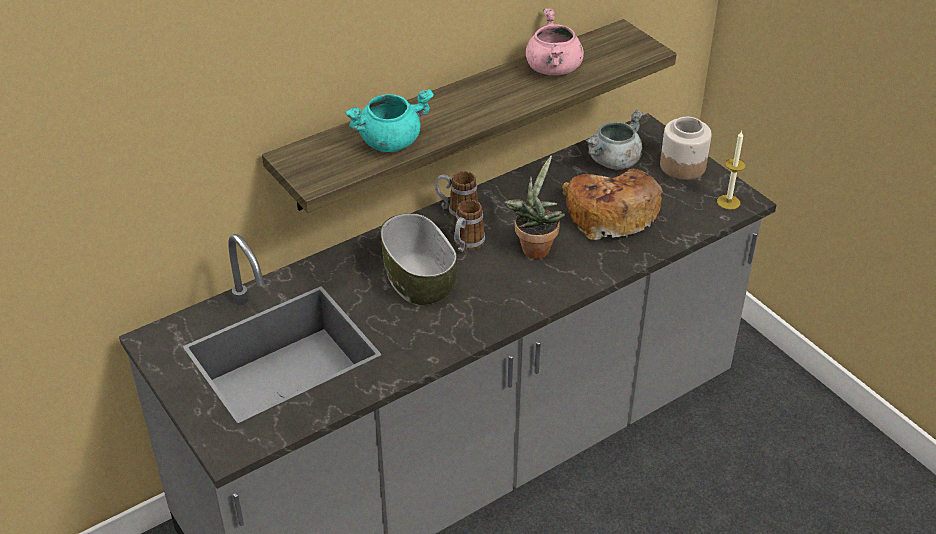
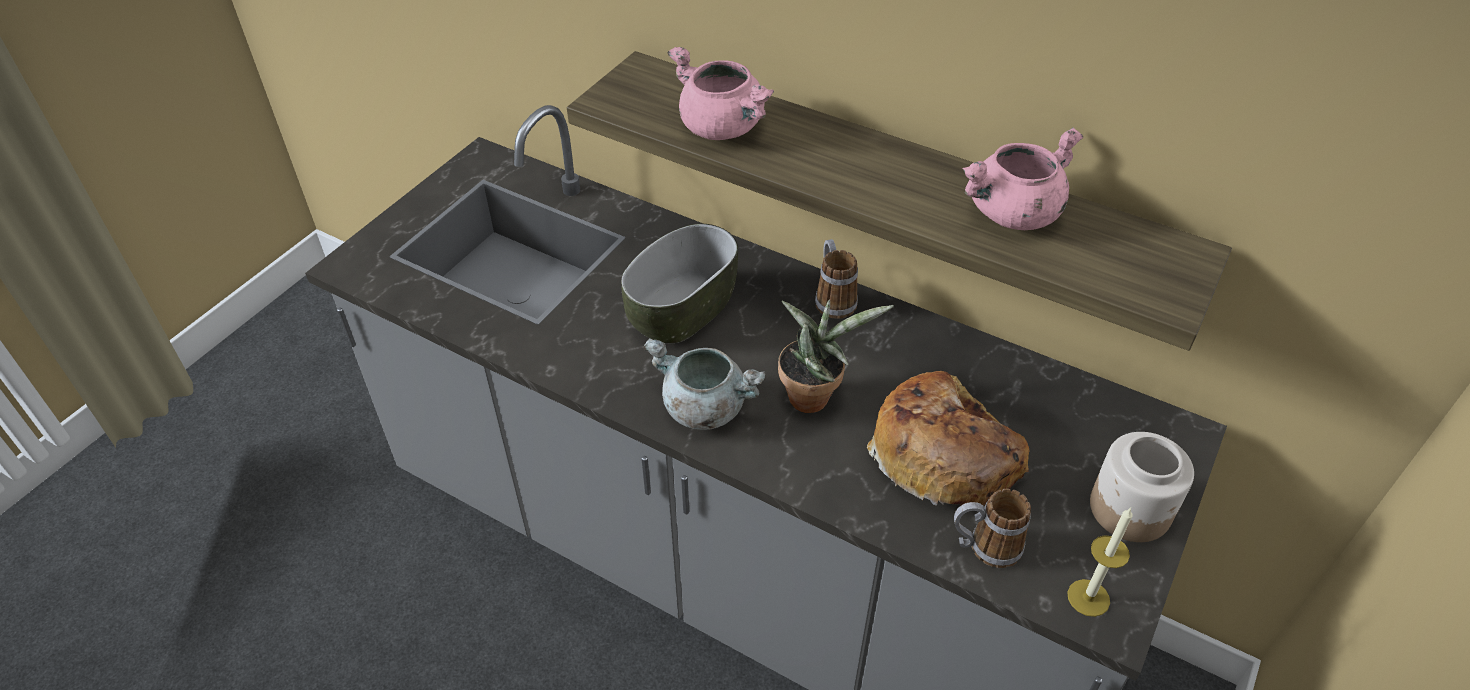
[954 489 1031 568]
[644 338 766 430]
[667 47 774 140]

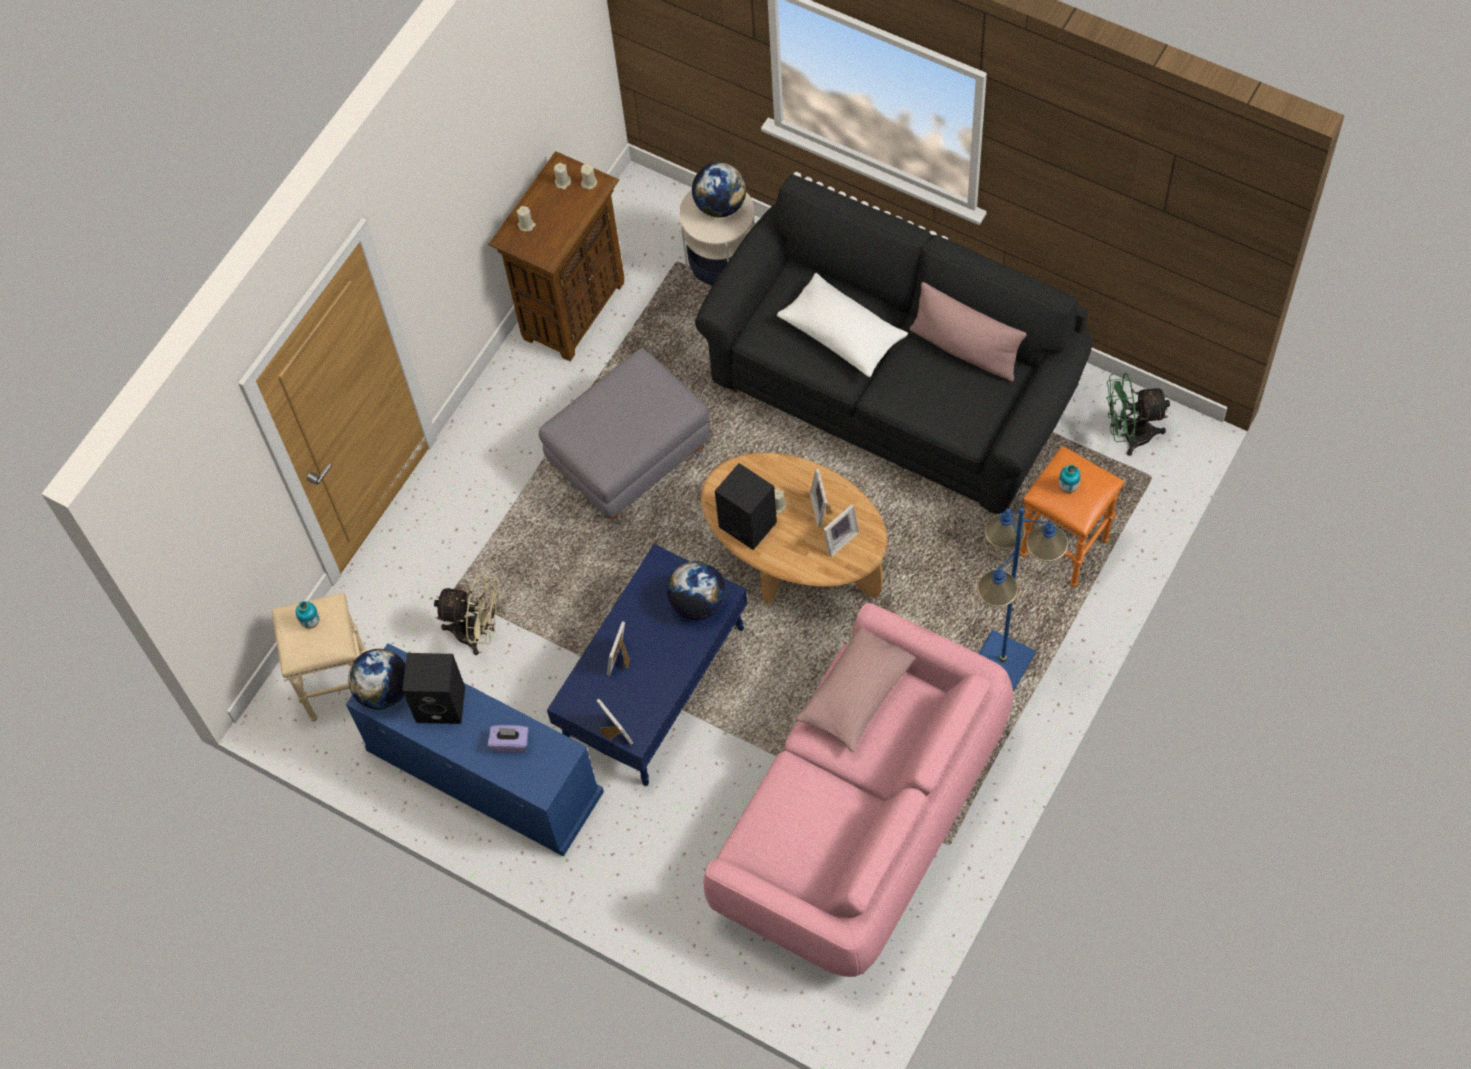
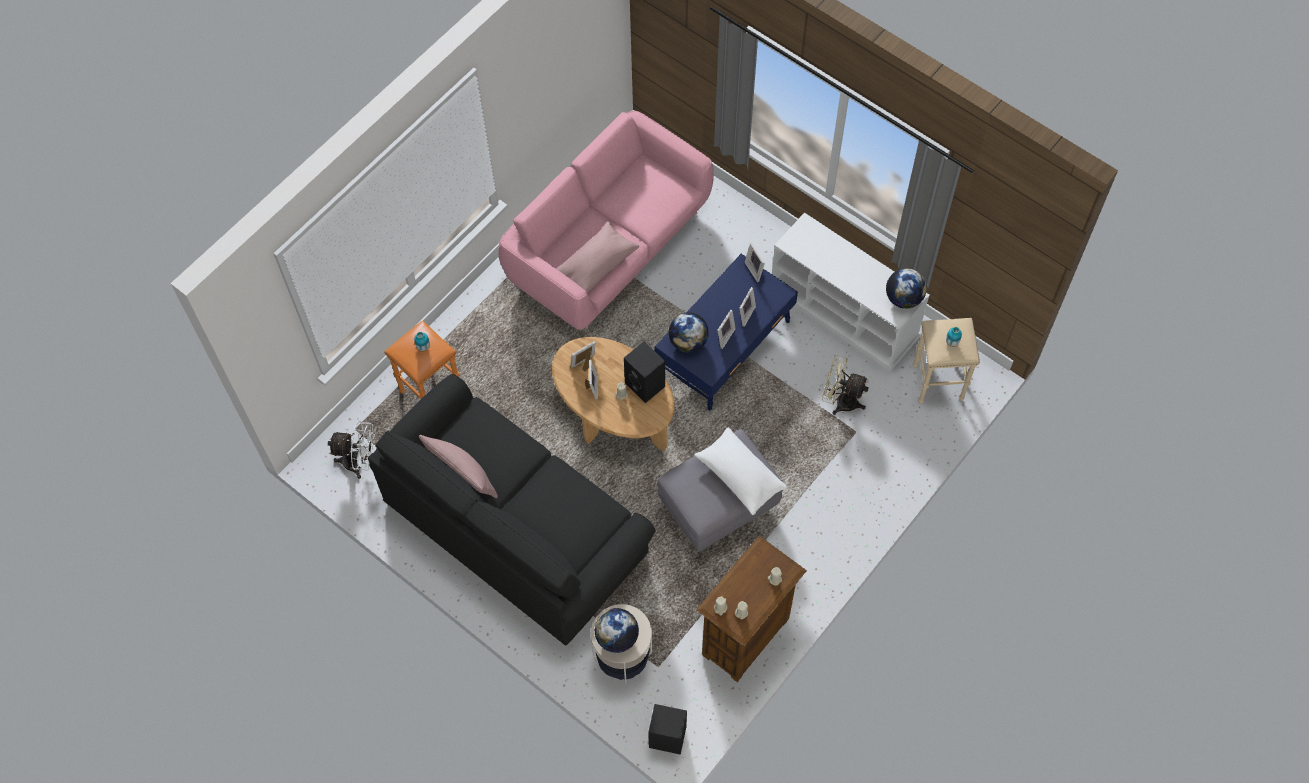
[488 725 529 753] (first image)
[977 507 1068 691] (first image)
[717 310 736 349]
[648 704 687 755]
[694 427 788 515]
[772 213 930 372]
[328 421 375 479]

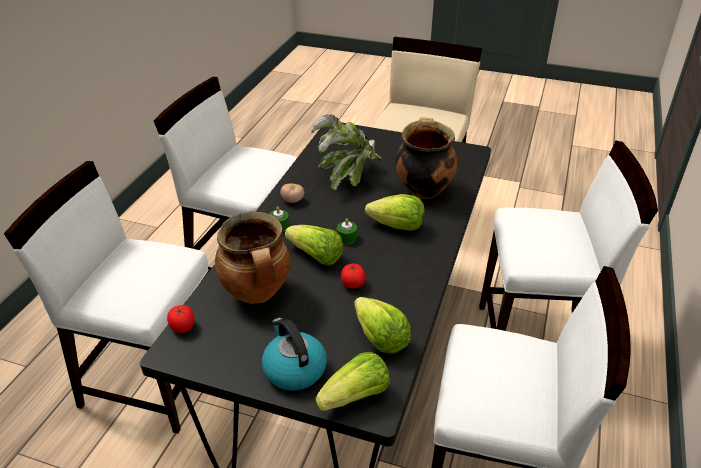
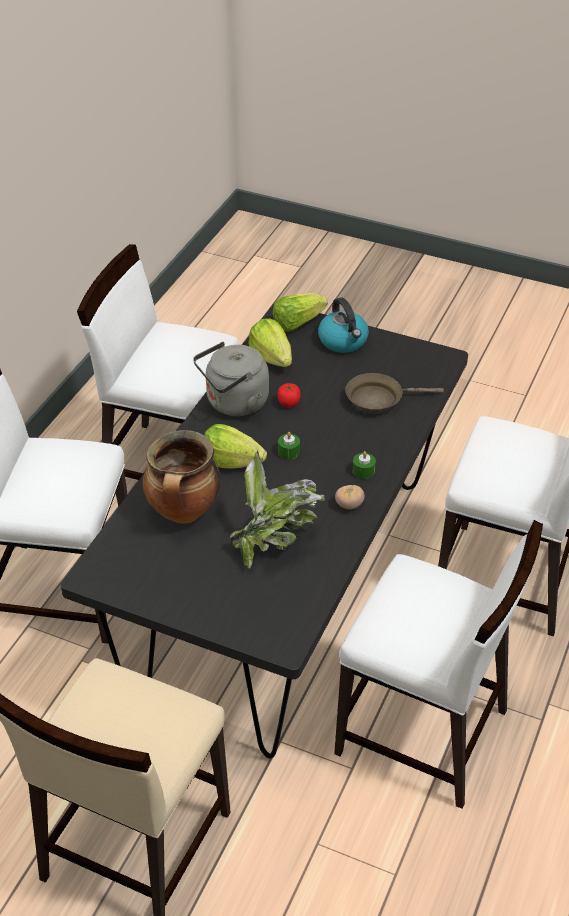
[167 305 194 333] (first image)
[285 225 343 265] (first image)
[193 342 269 416]
[345 373 444 414]

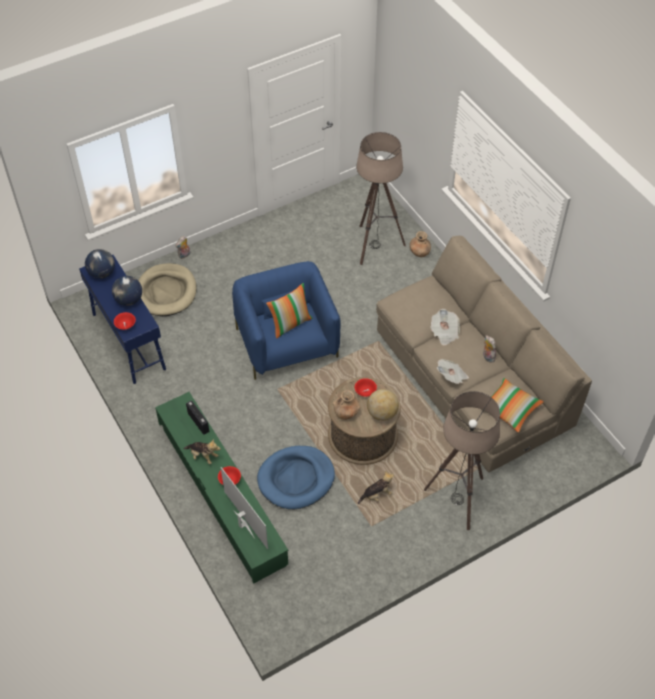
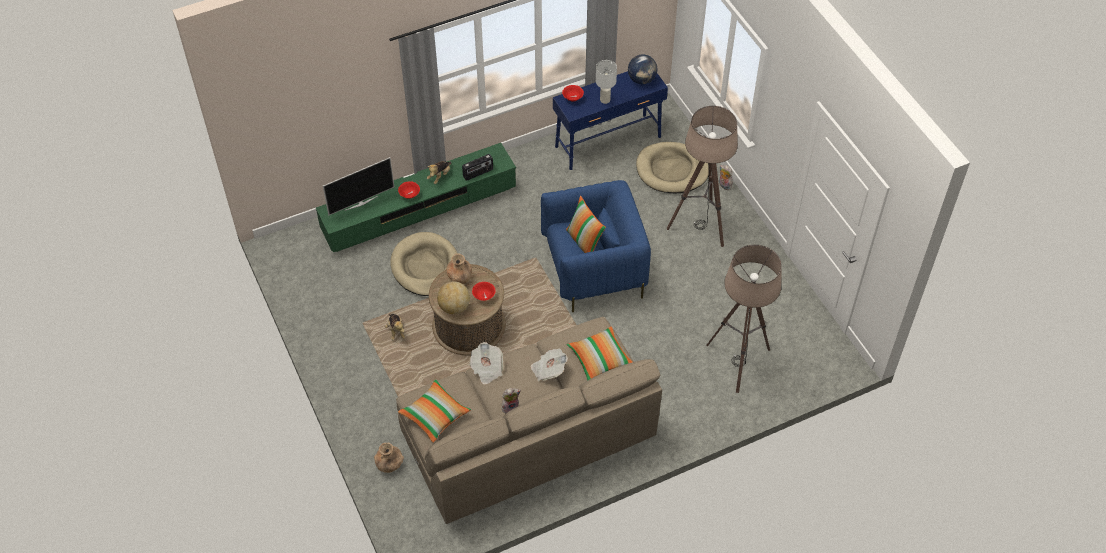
[567 327 633 381]
[374 443 404 473]
[667 106 738 247]
[596 60 617 104]
[390 232 457 296]

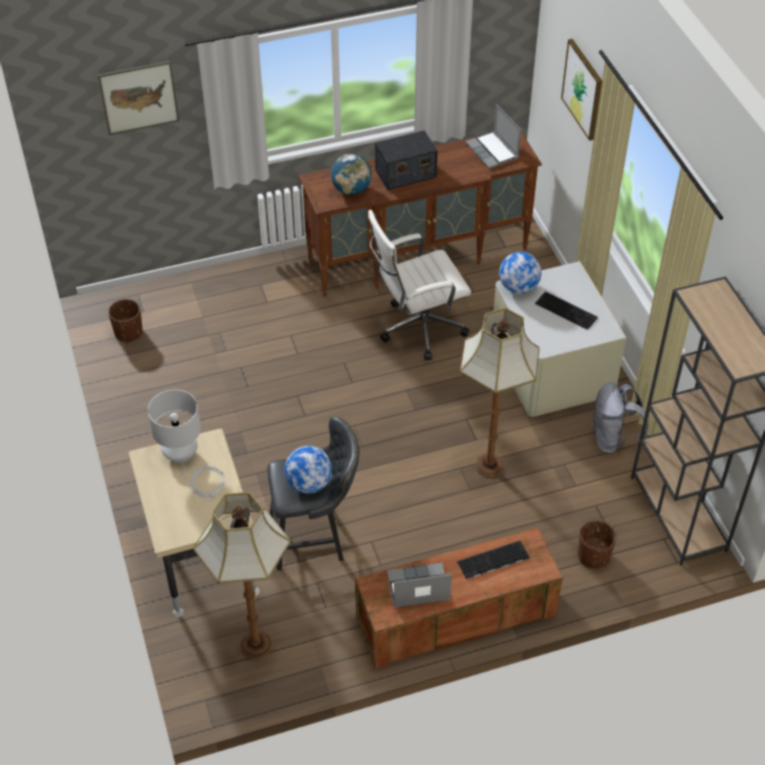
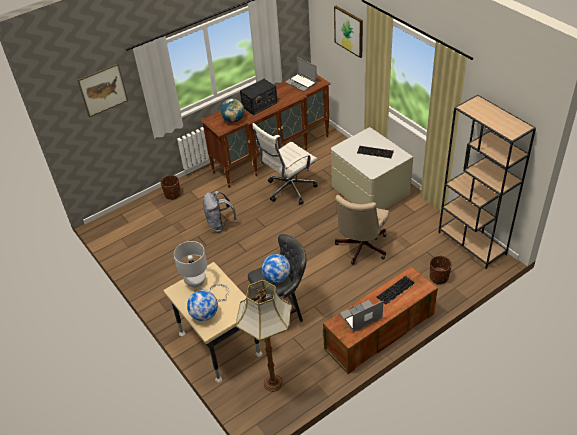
[161 175 181 200]
[187 290 218 321]
[203 191 237 232]
[335 195 389 264]

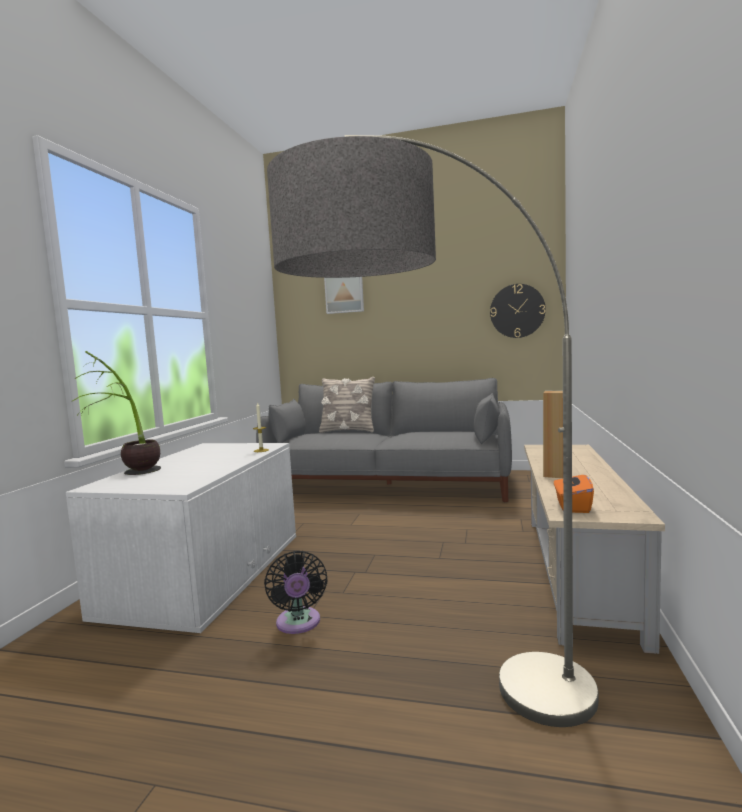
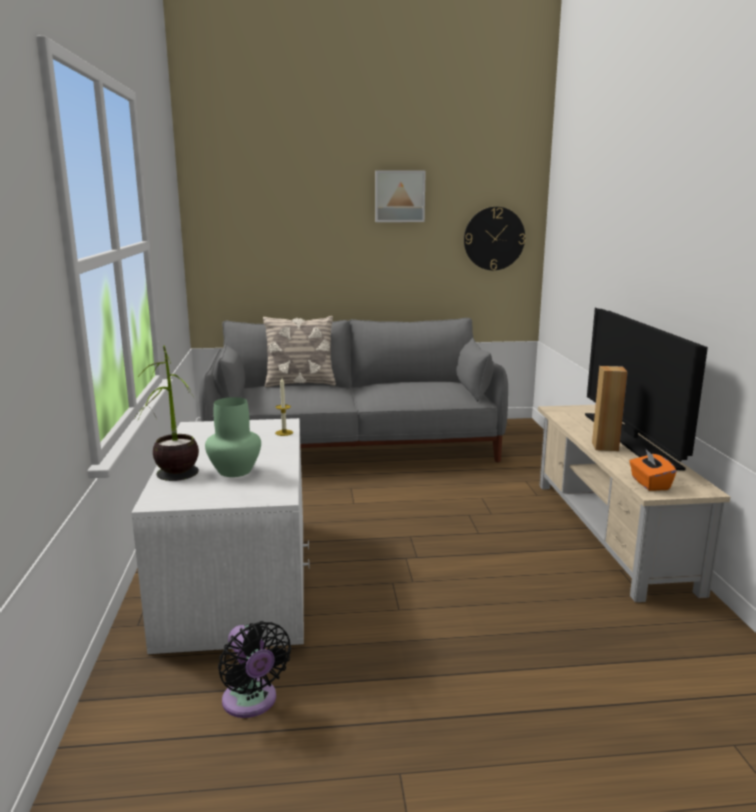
[267 135 598 727] (first image)
[205 397 261 477]
[585 308 708 470]
[218 621 291 718]
[375 170 426 222]

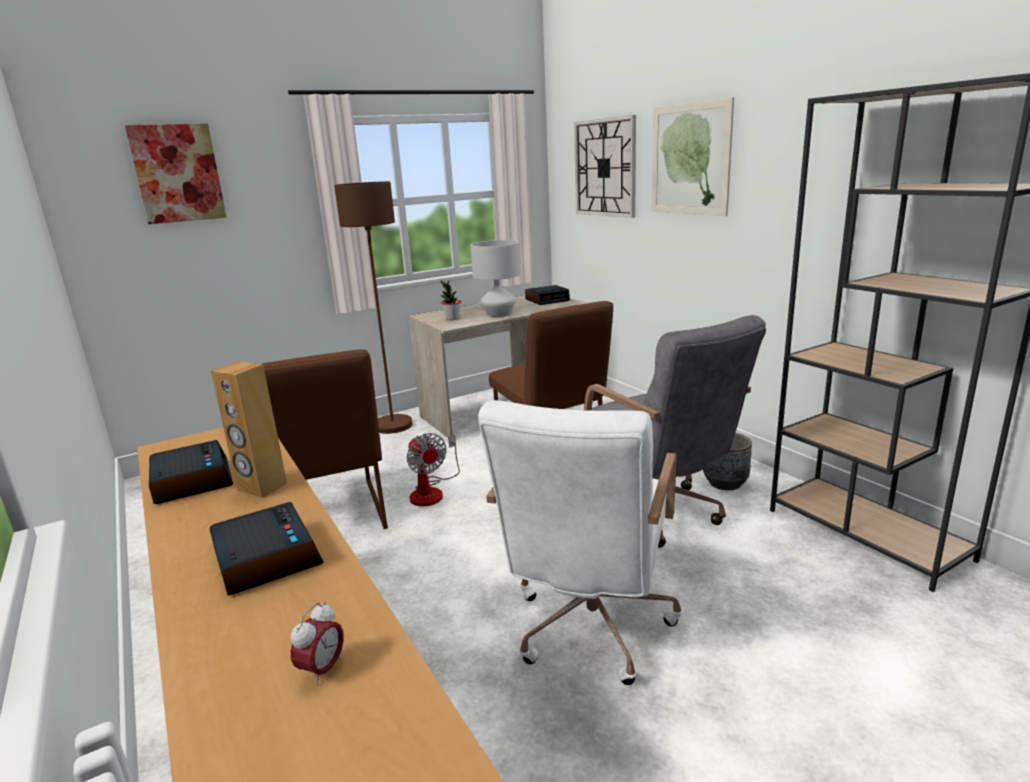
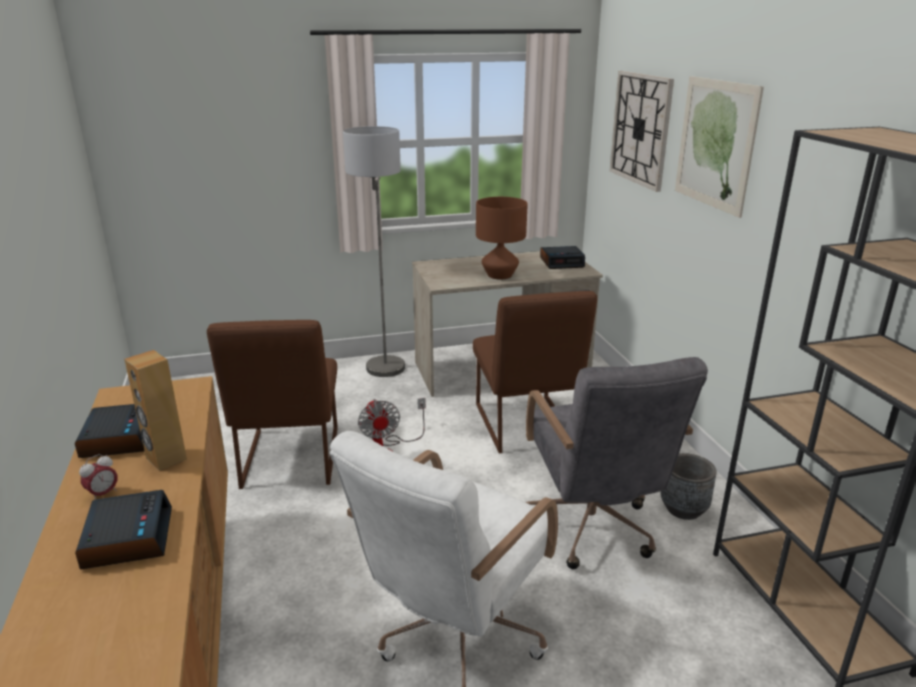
[125 124 227 224] (first image)
[441 280 461 320] (first image)
[79 454 118 499]
[343 126 405 377]
[476 197 527 280]

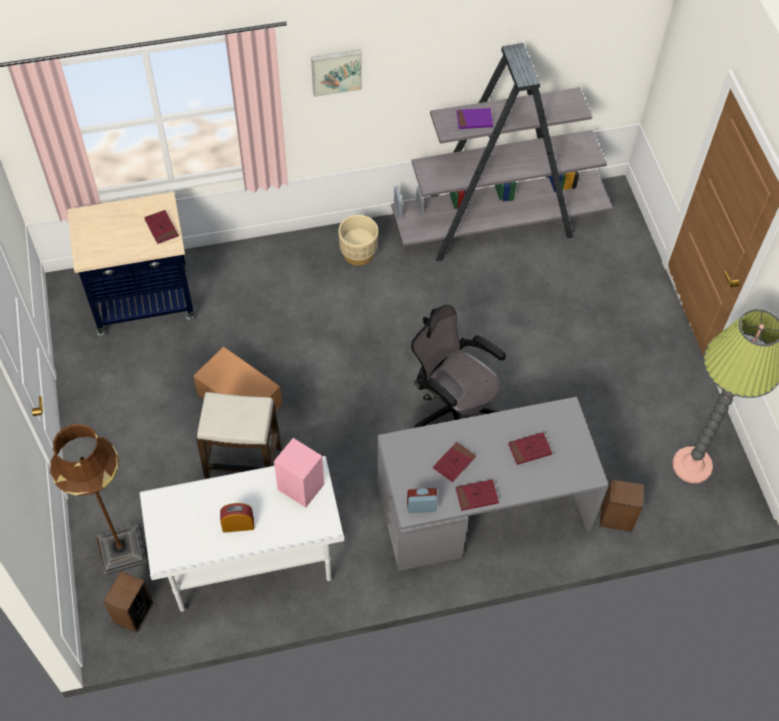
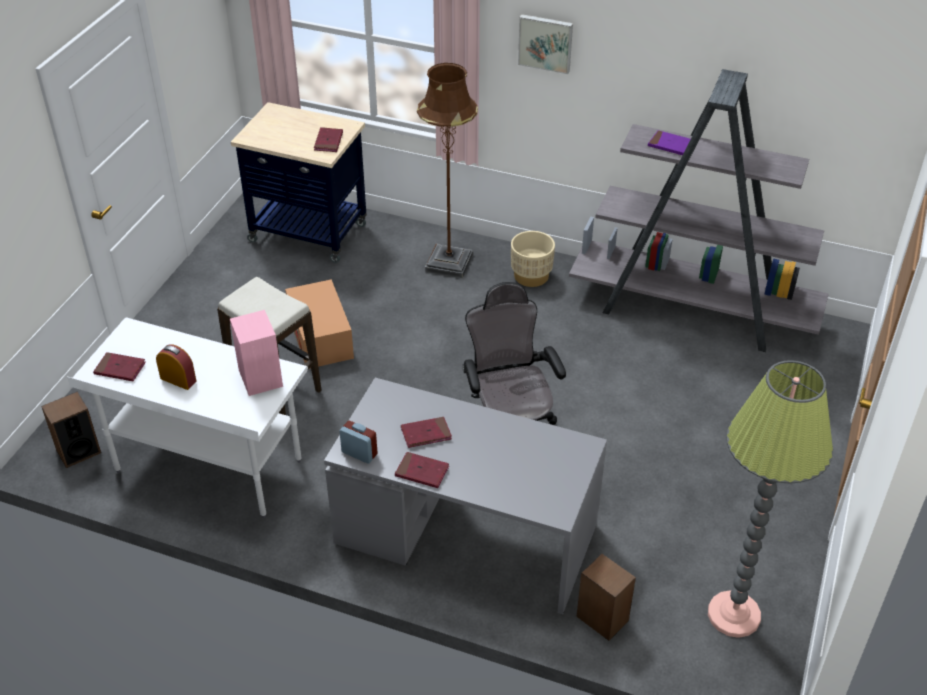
[417 63 478 278]
[93 352 146 381]

